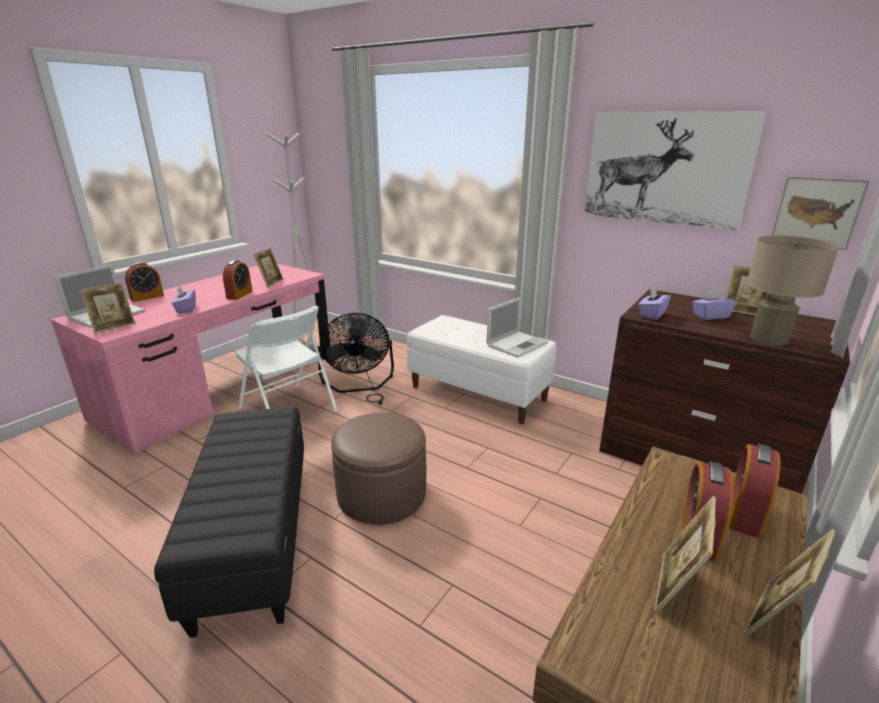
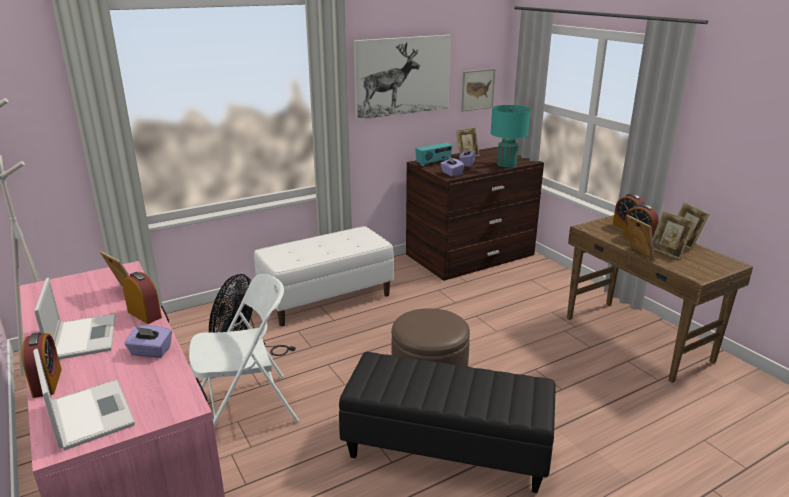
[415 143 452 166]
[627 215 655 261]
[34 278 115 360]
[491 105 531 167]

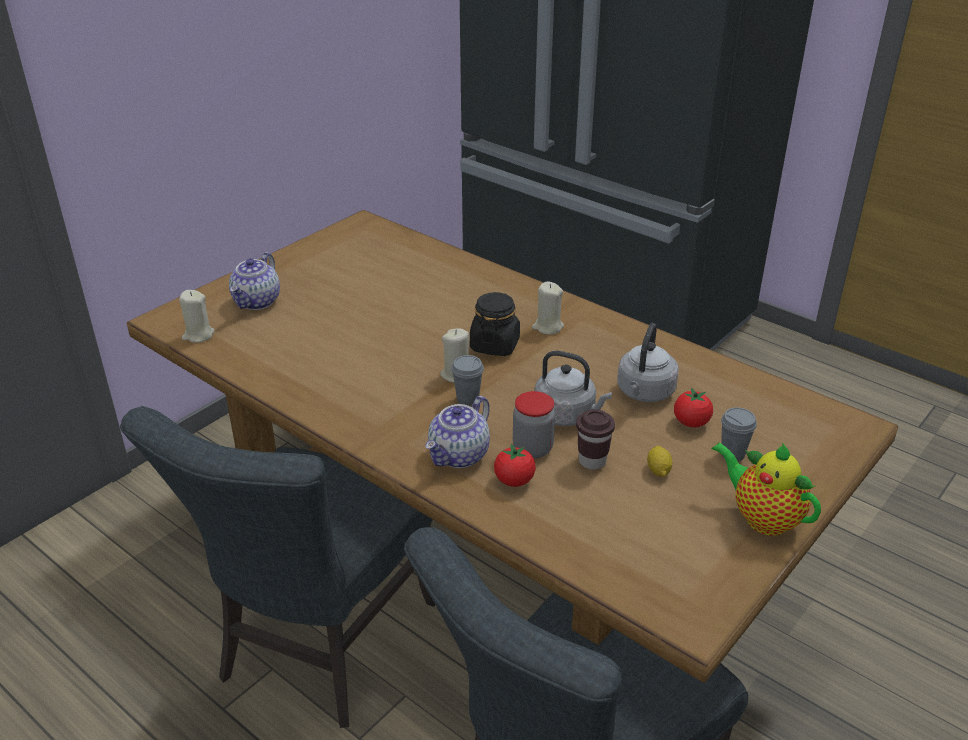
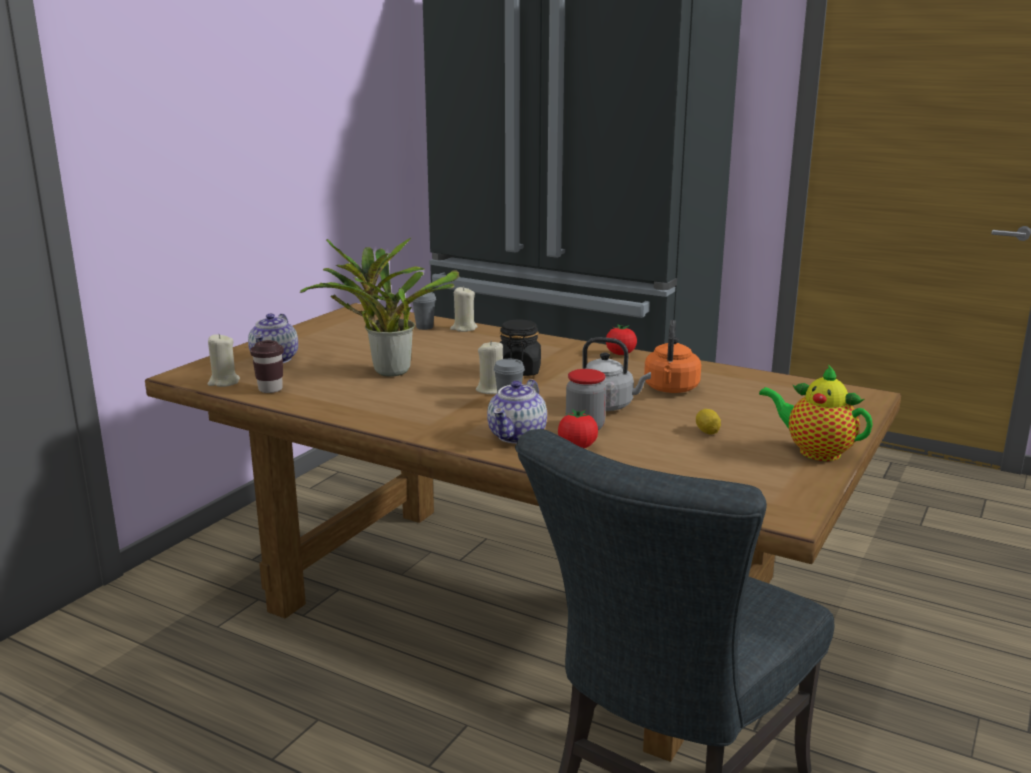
[120 406 435 728] (first image)
[300 238 459 376]
[450 287 478 332]
[250 340 284 393]
[606 324 637 355]
[412 292 436 330]
[644 320 701 393]

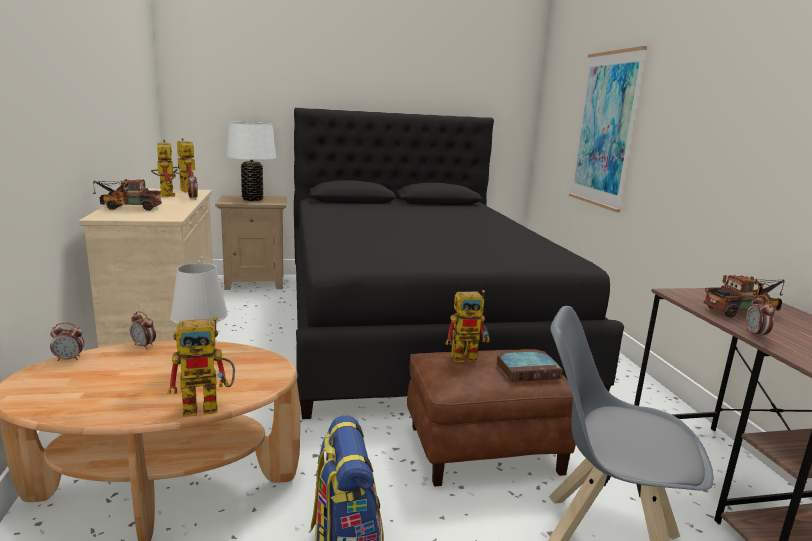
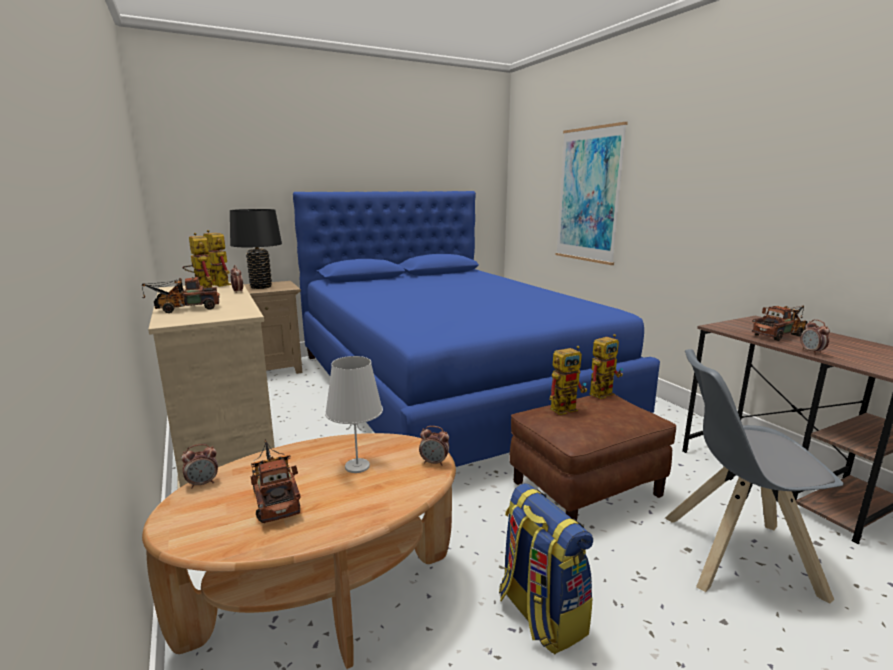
[495 351 563 382] (first image)
[251 439 301 523]
[419 426 449 466]
[590 334 623 399]
[230 209 282 289]
[293 191 660 467]

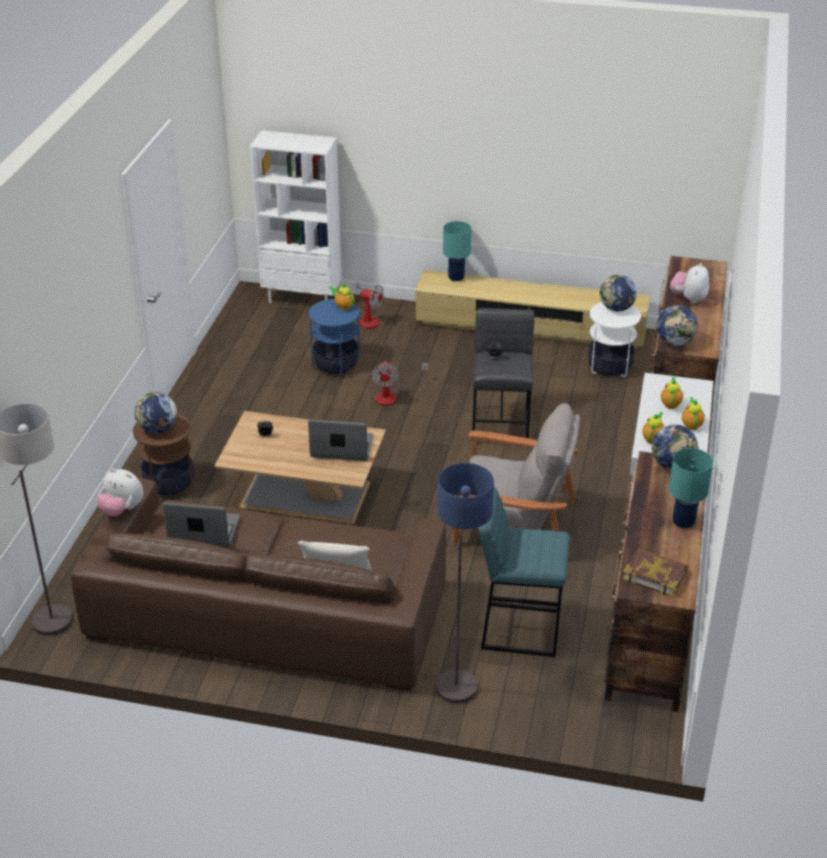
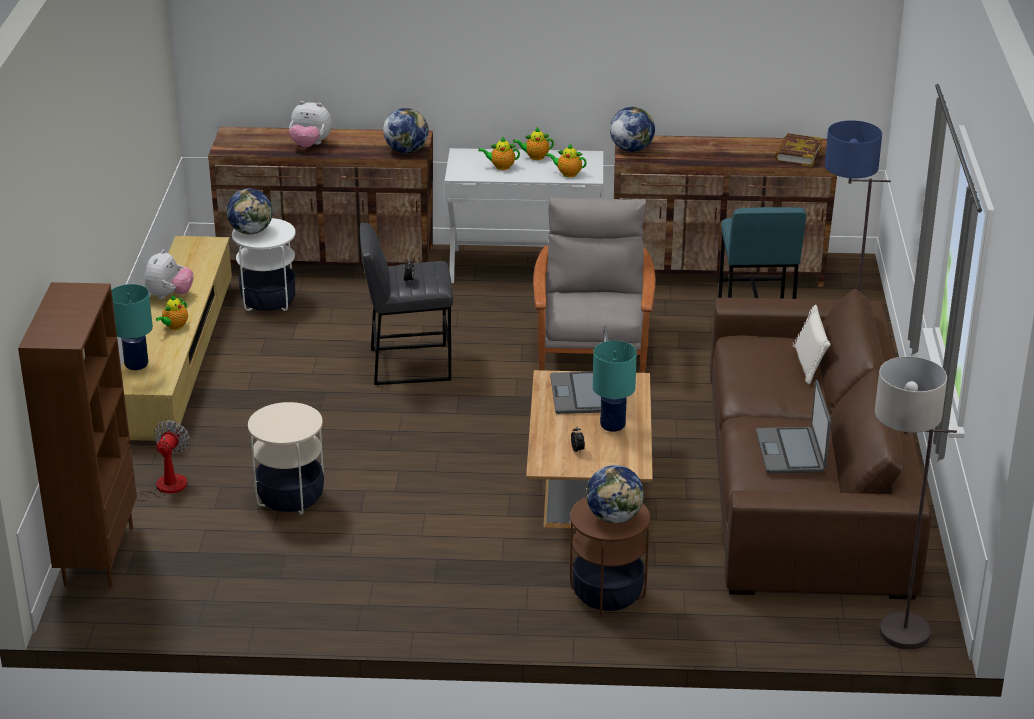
[371 361 428 406] (first image)
[145 249 194 300]
[156 295 188 330]
[593 341 637 432]
[18 282 137 588]
[248 402 324 515]

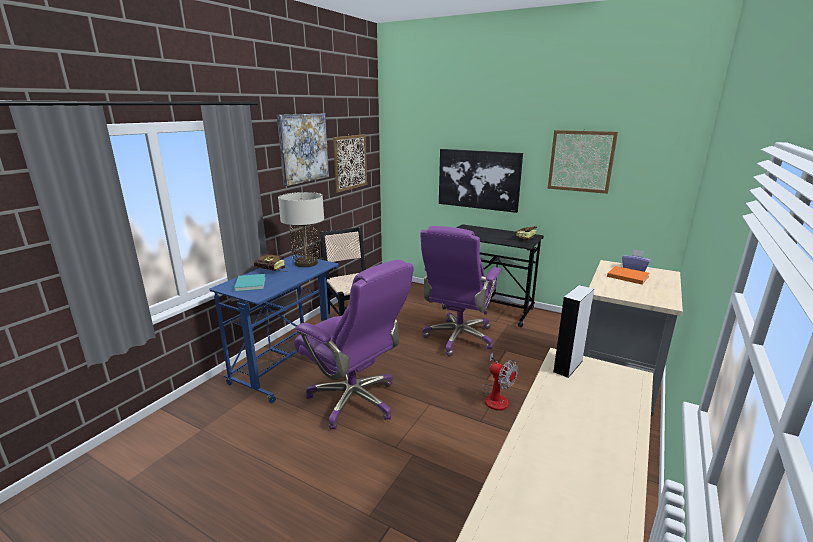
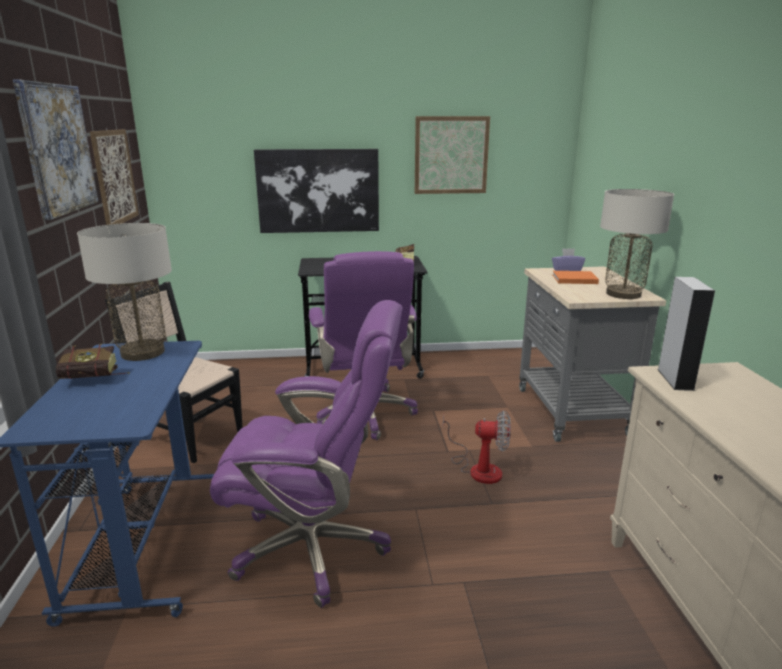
[234 274 266 292] (first image)
[600 189 674 299]

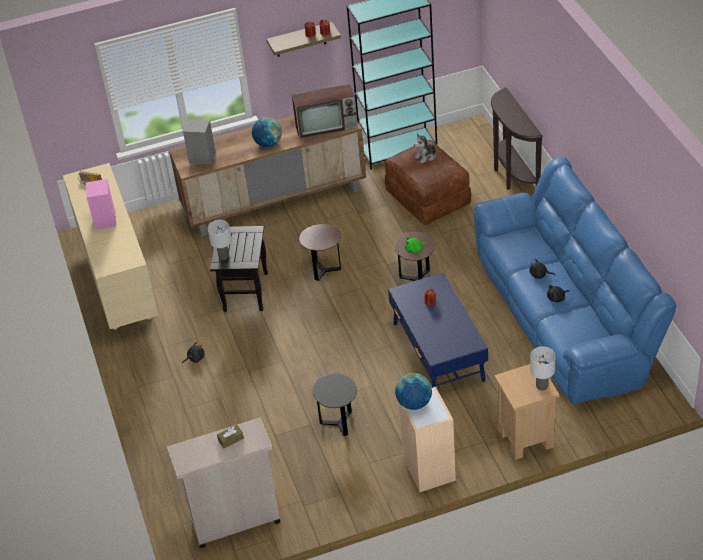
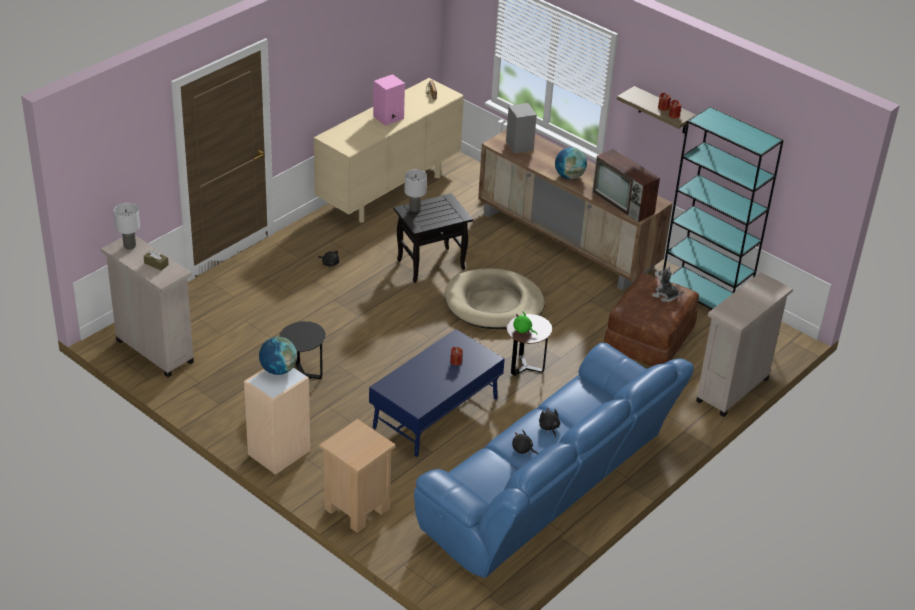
[114 203 140 250]
[445 268 545 329]
[696 272 793 417]

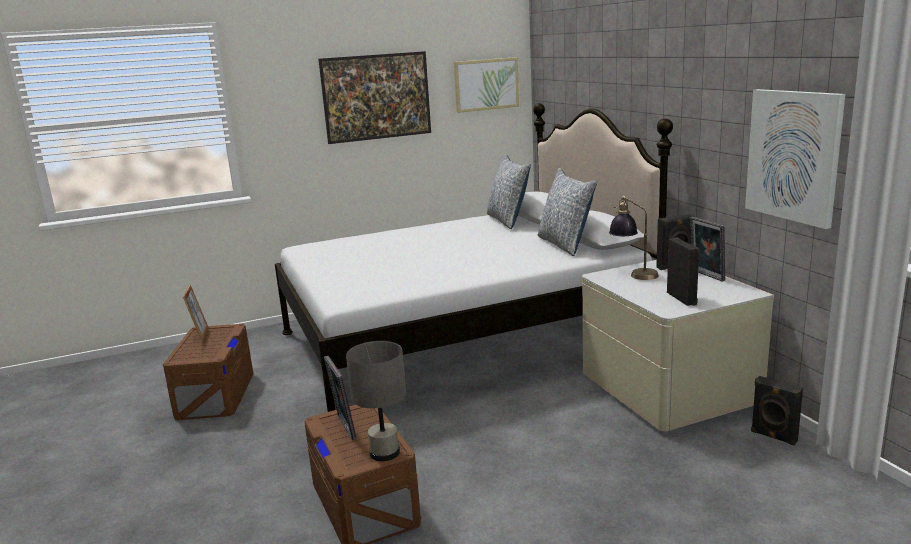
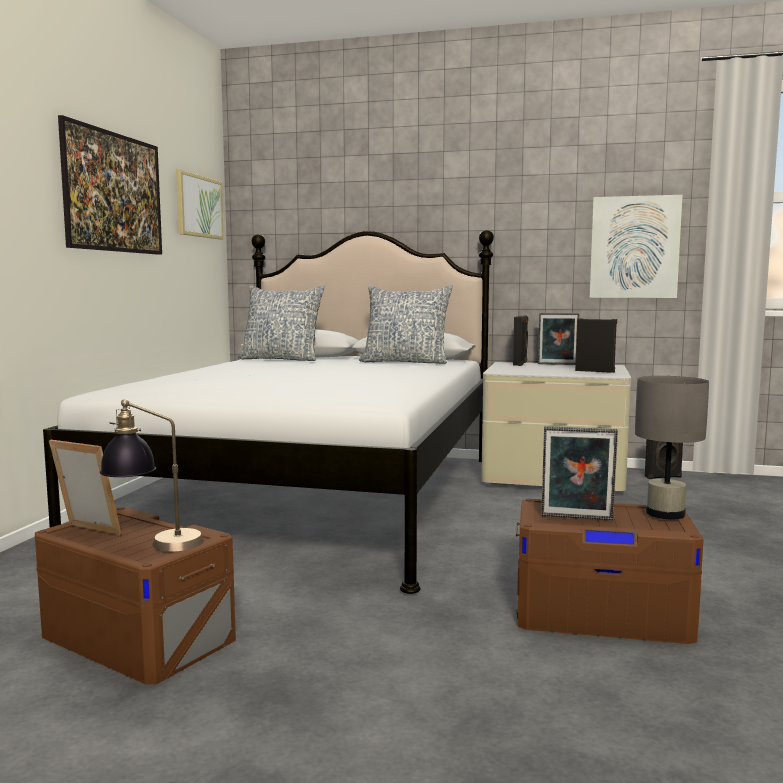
[100 399 204 552]

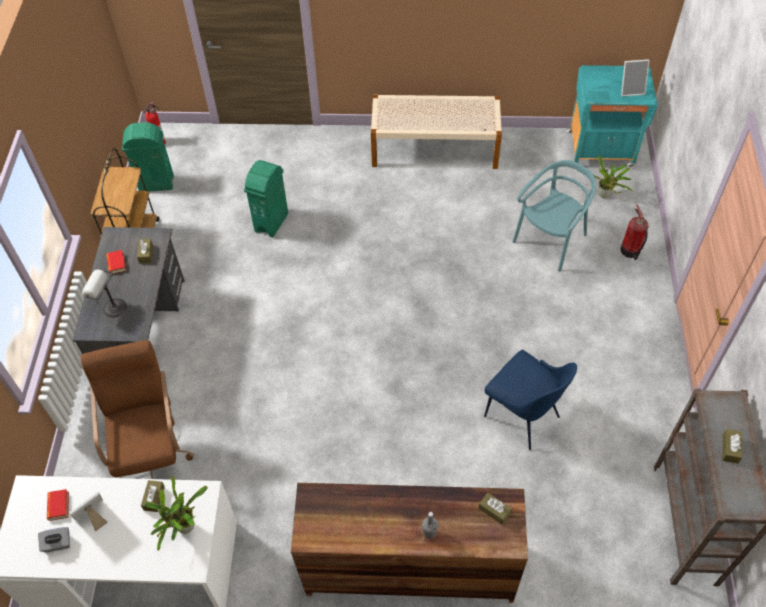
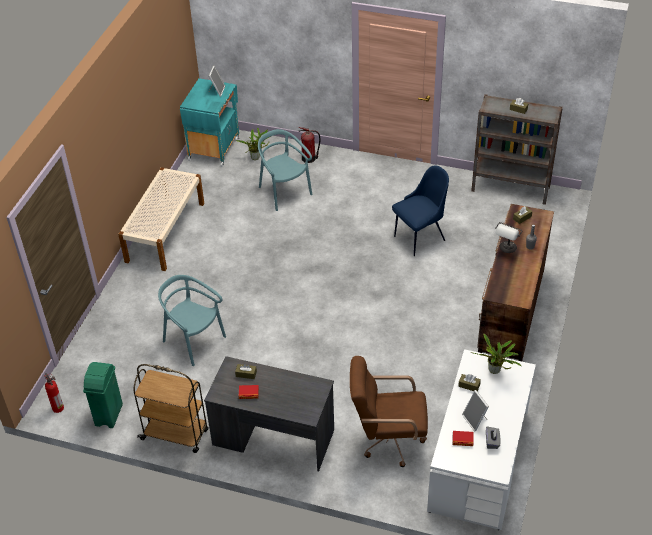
[495 222 522 253]
[158 275 226 366]

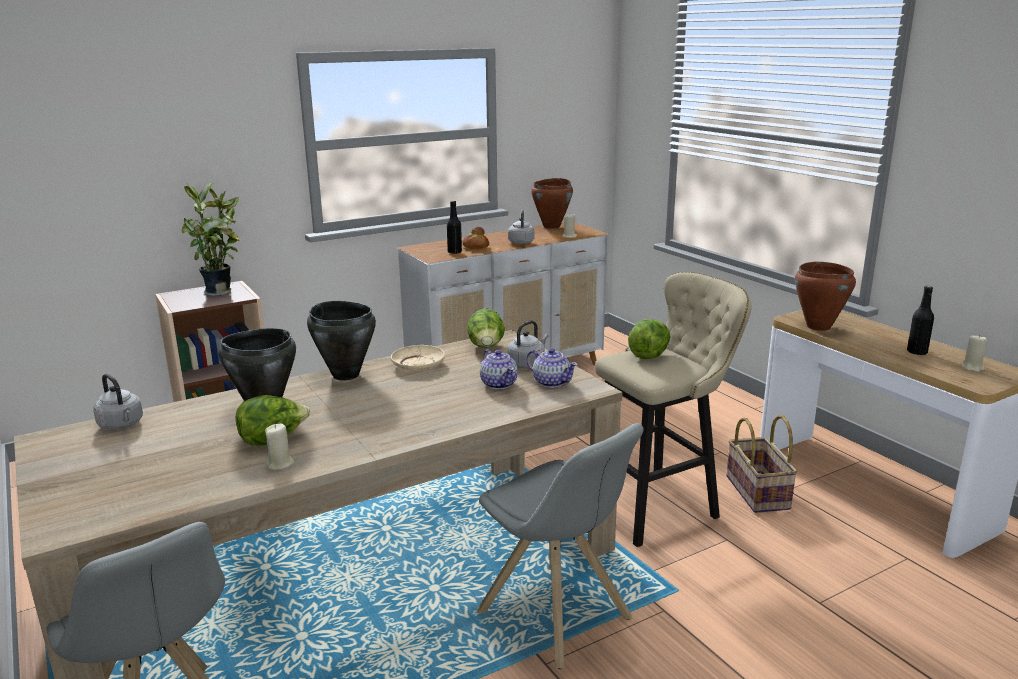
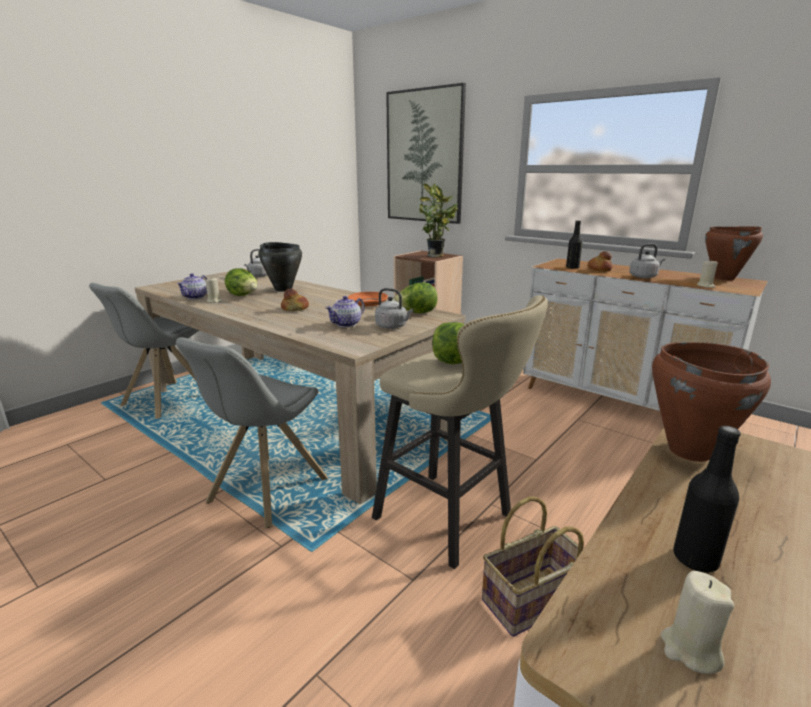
[307 301 376 381] (first image)
[281 289 309 311]
[386 83 466 224]
[177 273 207 299]
[348 292 388 306]

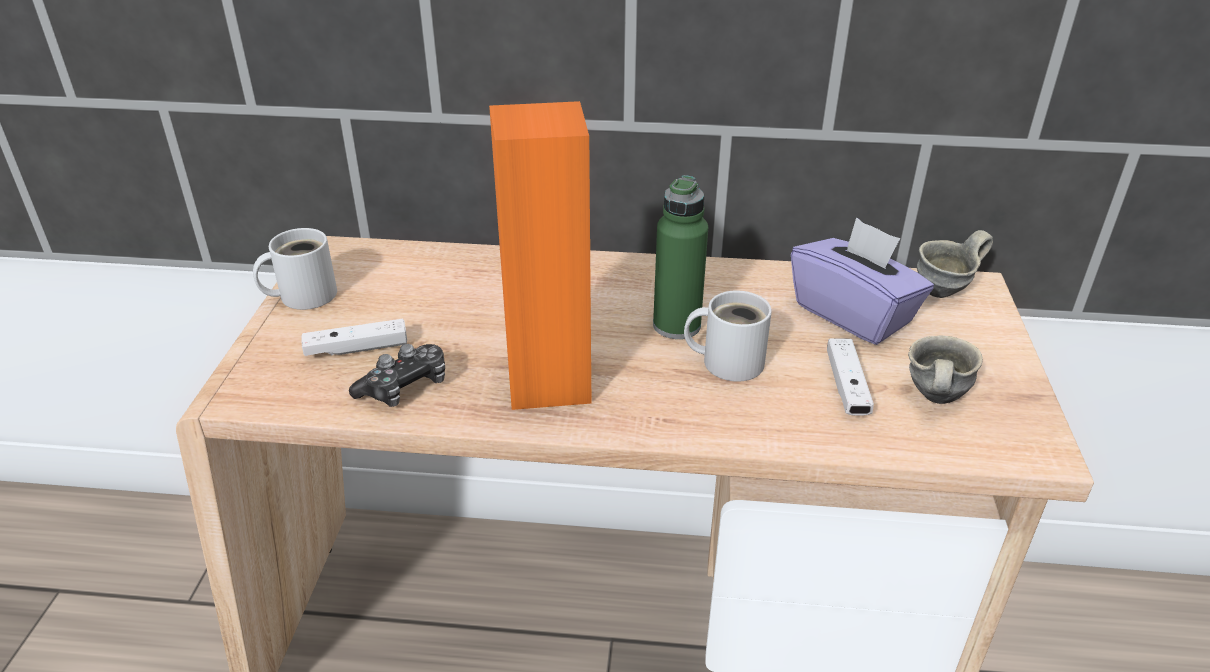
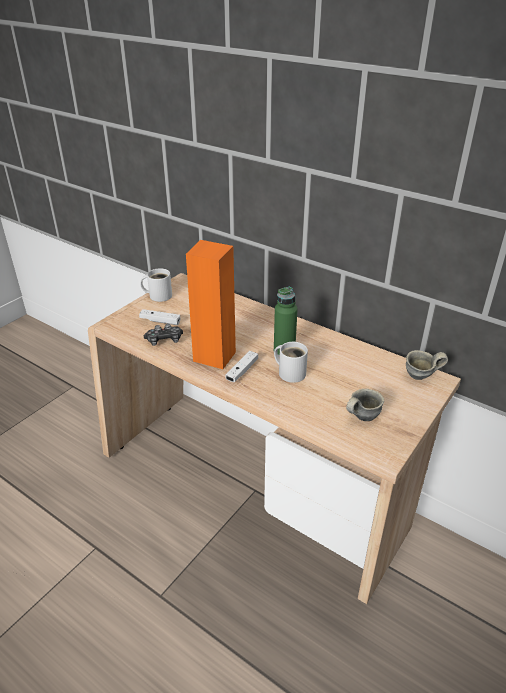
[791 217 934 345] (first image)
[225 351 258 382]

